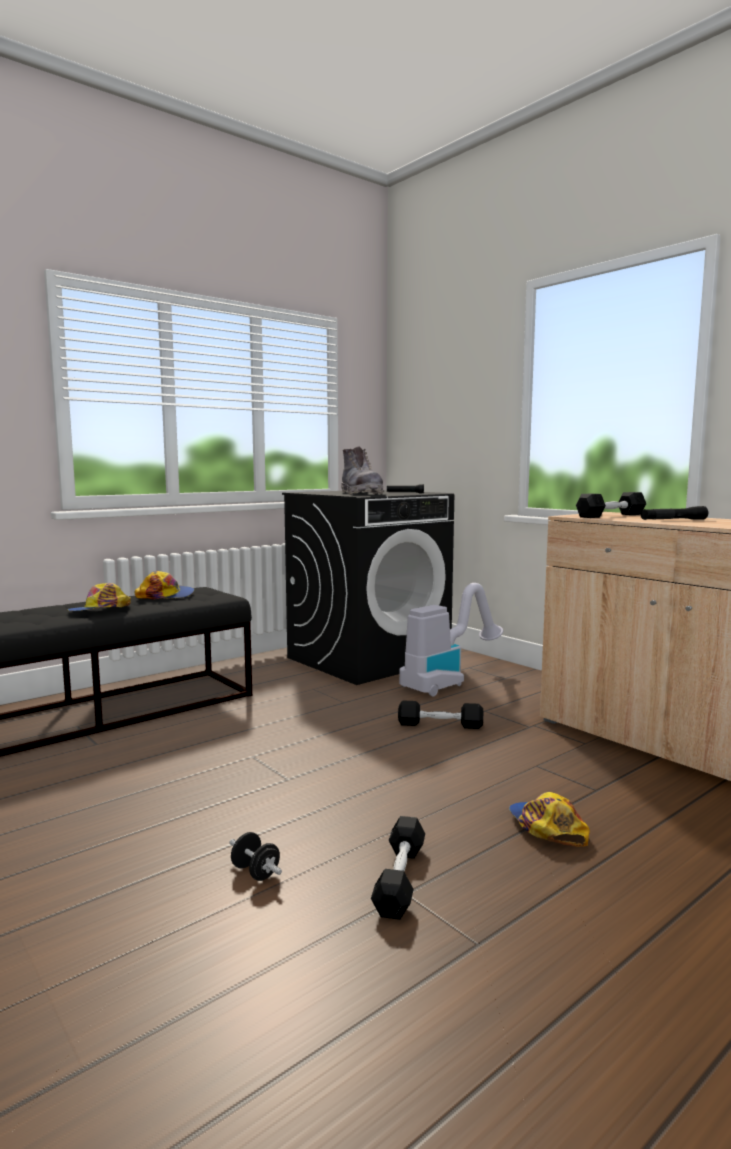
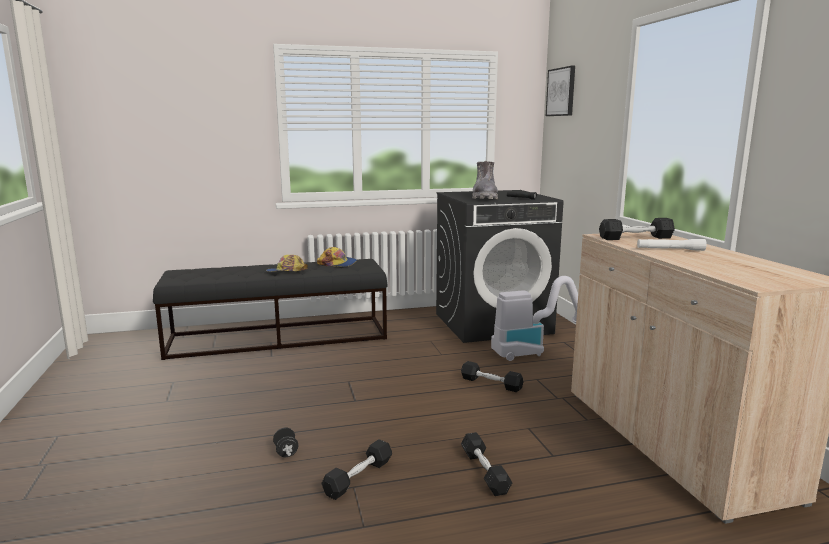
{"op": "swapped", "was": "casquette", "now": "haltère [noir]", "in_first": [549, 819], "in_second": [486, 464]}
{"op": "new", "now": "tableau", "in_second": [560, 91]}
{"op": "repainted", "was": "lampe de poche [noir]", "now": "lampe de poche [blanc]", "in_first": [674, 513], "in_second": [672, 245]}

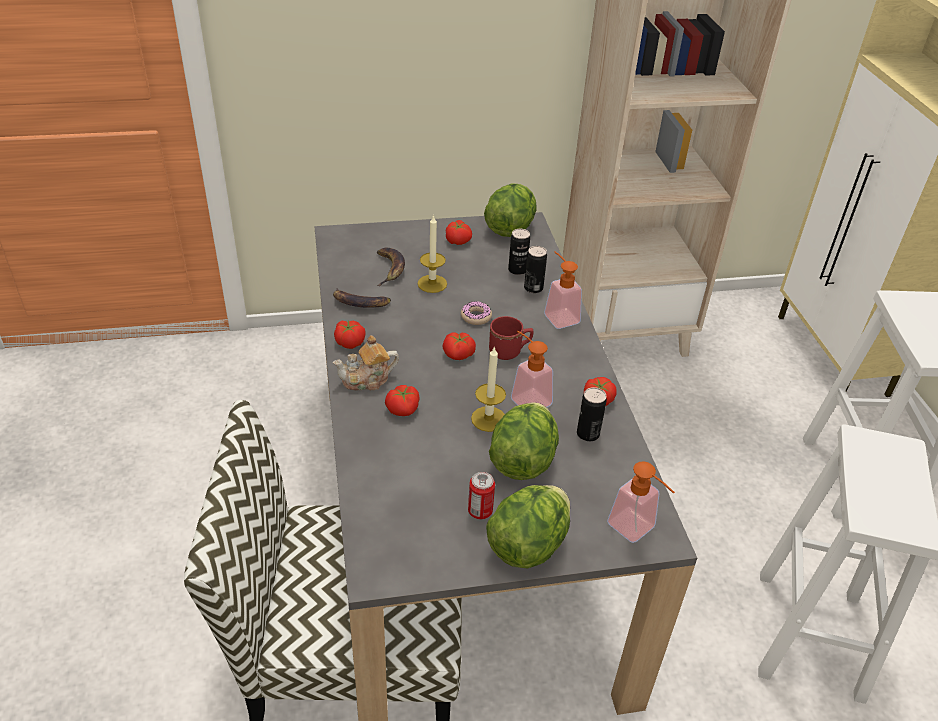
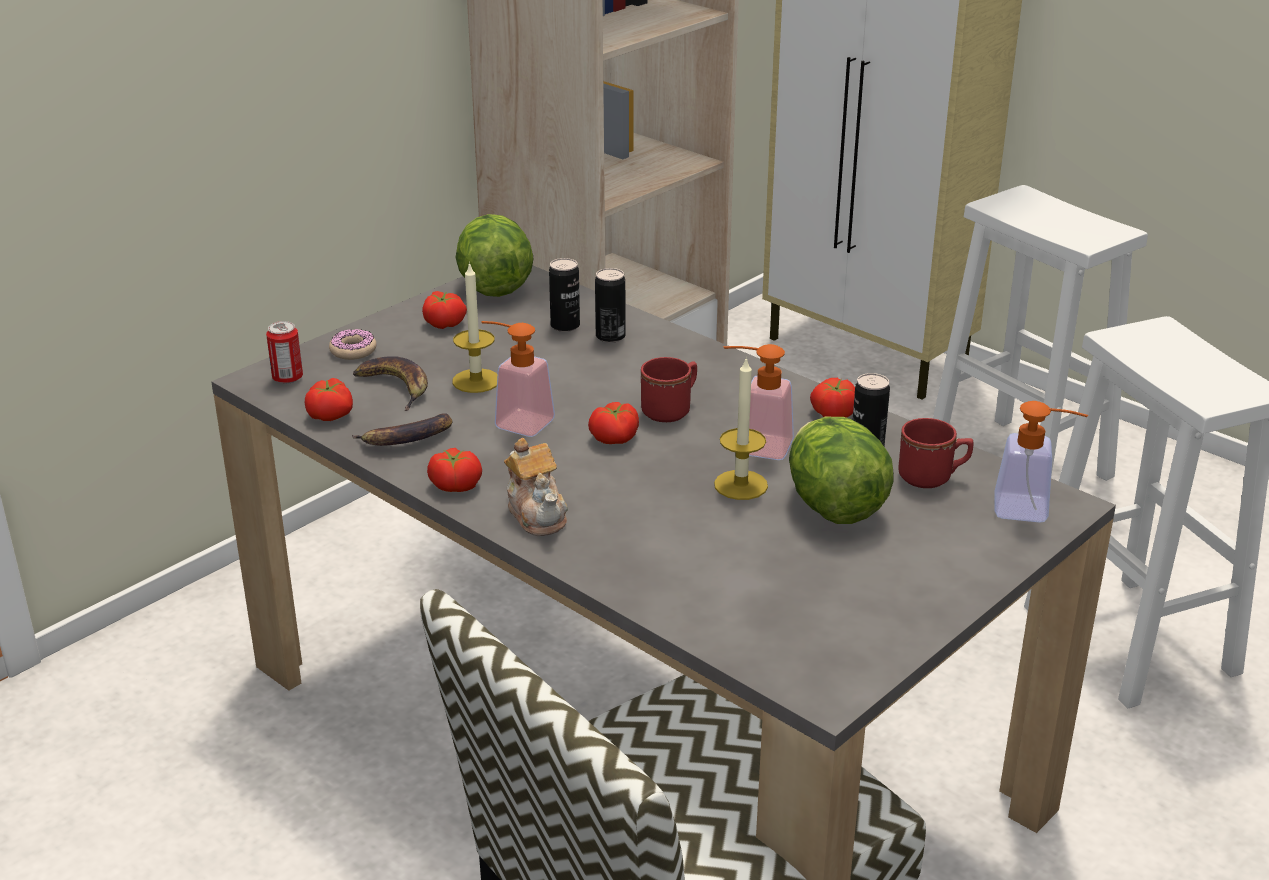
{"op": "shifted", "was": "boîte métallique", "in_first": [481, 495], "in_second": [284, 352]}
{"op": "shifted", "was": "tomate", "in_first": [402, 400], "in_second": [329, 399]}
{"op": "shifted", "was": "beignet", "in_first": [476, 313], "in_second": [353, 344]}
{"op": "shifted", "was": "distributeur de savon", "in_first": [563, 290], "in_second": [518, 379]}
{"op": "rotated", "was": "théière", "in_first": [366, 362], "in_second": [536, 487], "clockwise": -60}
{"op": "new", "now": "mug [rouge]", "in_second": [935, 453]}
{"op": "gone", "was": "laitue", "in_first": [528, 526]}

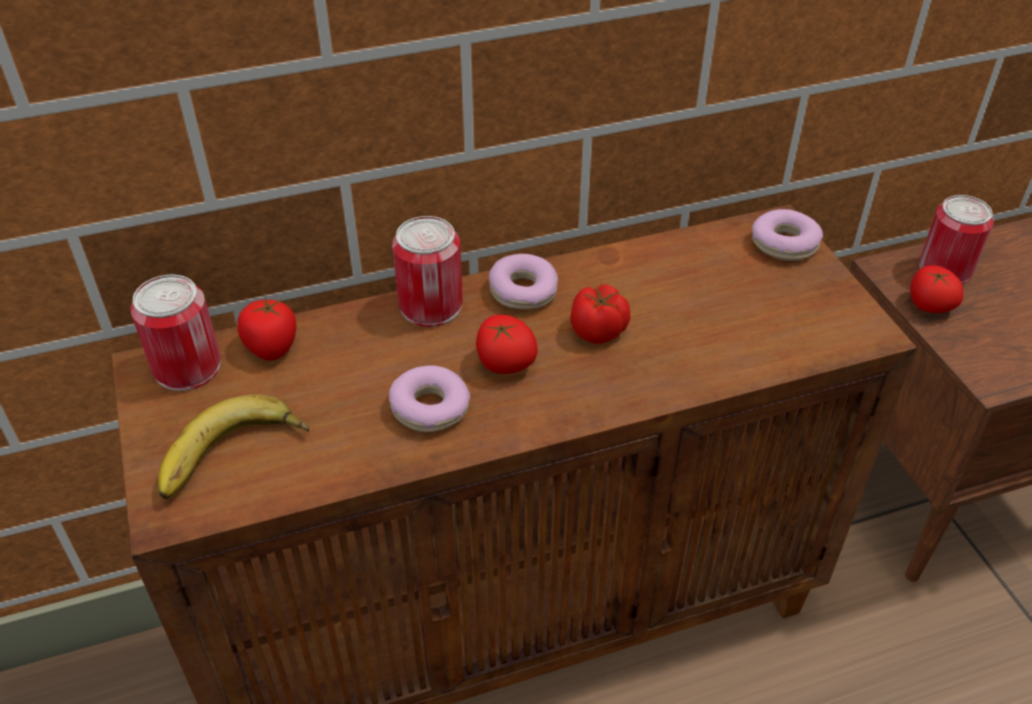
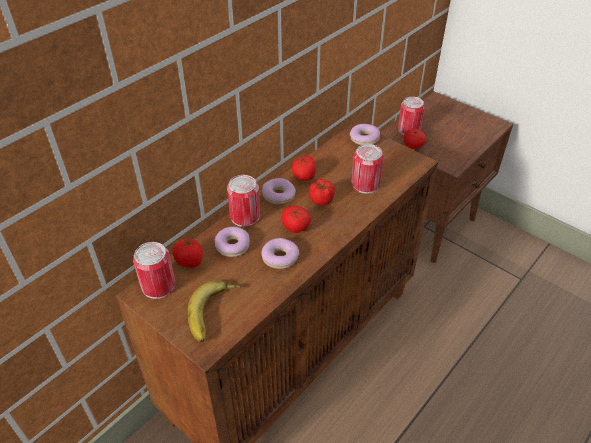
{"op": "new", "now": "beignet", "in_second": [232, 242]}
{"op": "new", "now": "tomate", "in_second": [304, 168]}
{"op": "new", "now": "boîte métallique", "in_second": [368, 169]}

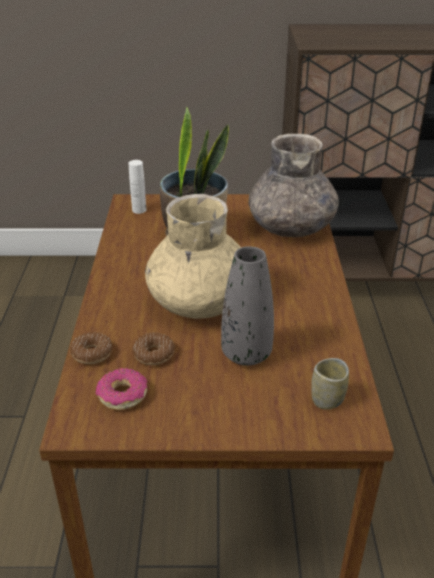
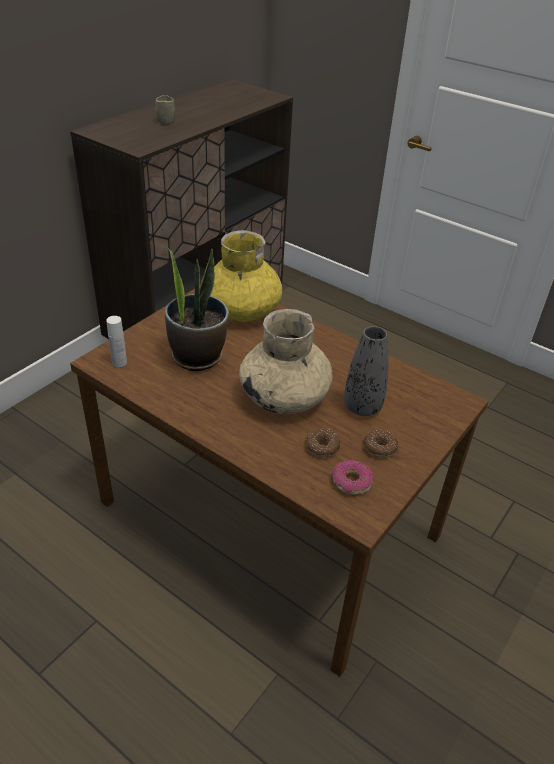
{"op": "shifted", "was": "tasse", "in_first": [330, 384], "in_second": [165, 110]}
{"op": "repainted", "was": "vase [gris]", "now": "vase [jaune]", "in_first": [294, 185], "in_second": [246, 276]}
{"op": "shifted", "was": "beignet", "in_first": [91, 348], "in_second": [381, 444]}

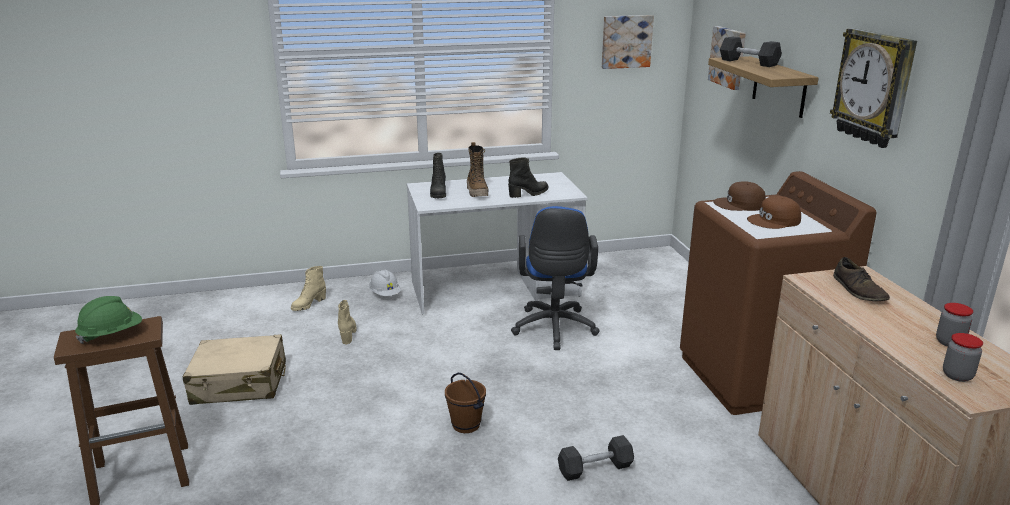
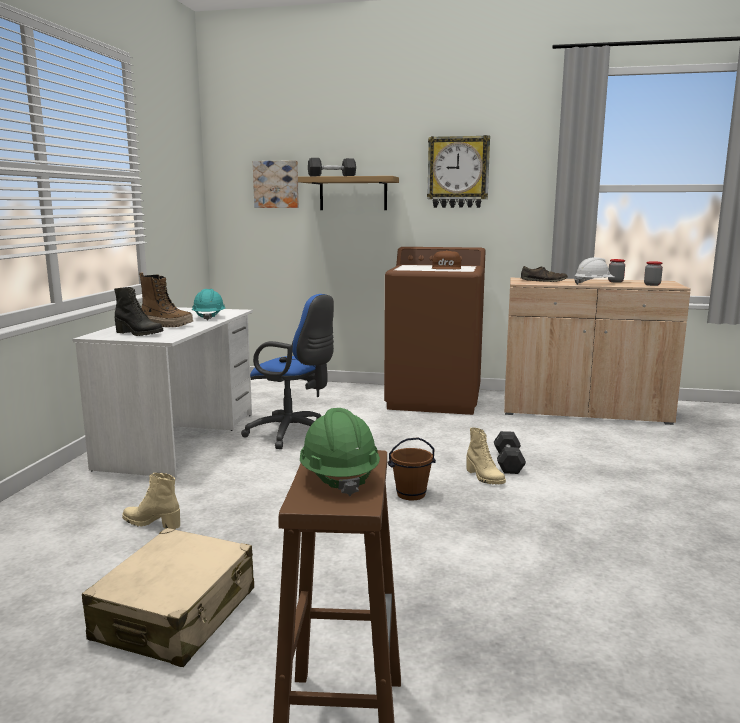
{"op": "swapped", "was": "botte [noir]", "now": "casque de chantier [turquoise]", "in_first": [528, 177], "in_second": [208, 305]}
{"op": "shifted", "was": "botte [beige]", "in_first": [308, 288], "in_second": [486, 456]}
{"op": "shifted", "was": "casque de chantier [blanc]", "in_first": [385, 282], "in_second": [594, 271]}
{"op": "gone", "was": "tableau", "in_first": [628, 42]}
{"op": "gone", "was": "casquette [marron]", "in_first": [739, 196]}

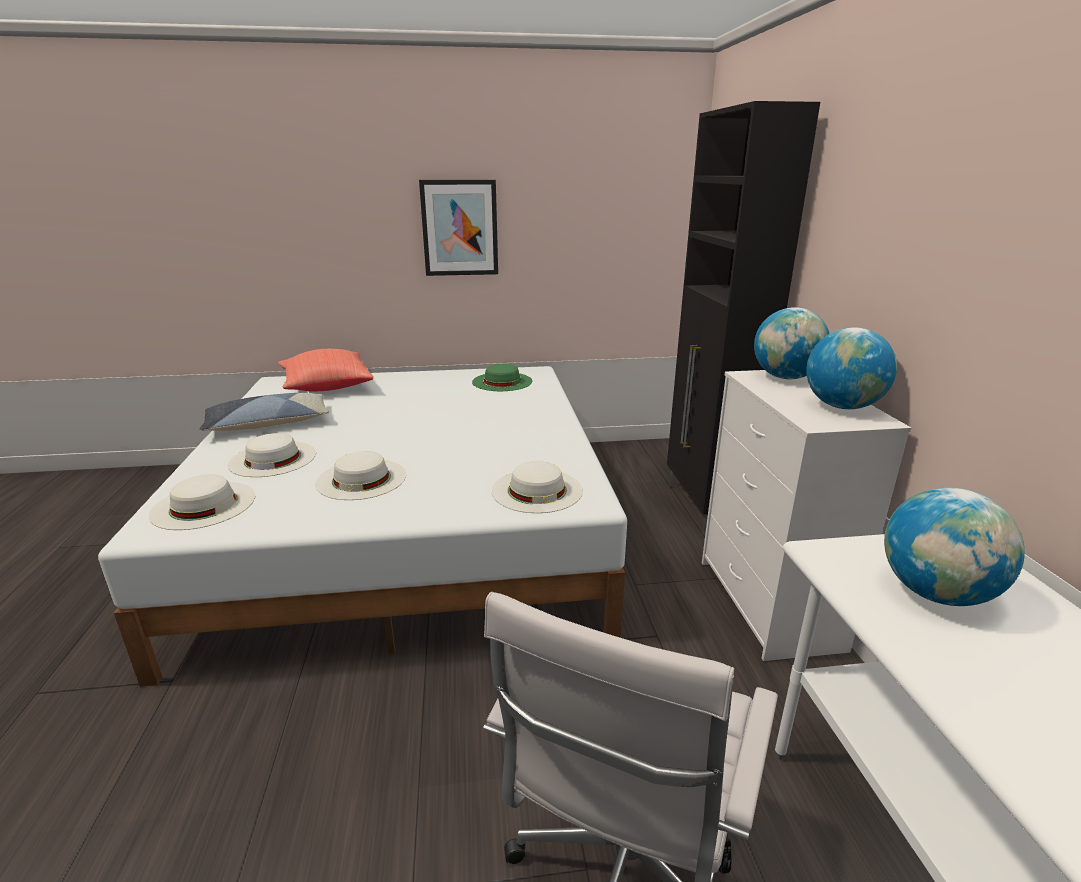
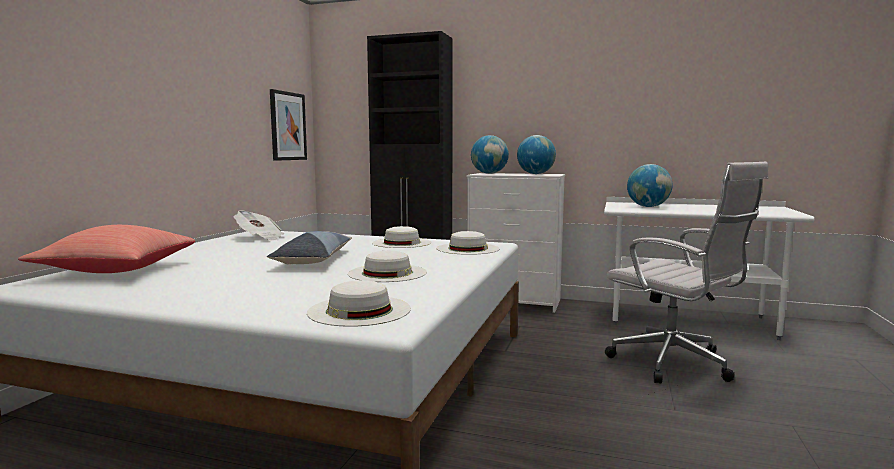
{"op": "swapped", "was": "chapeau [vert]", "now": "journal", "in_first": [502, 377], "in_second": [259, 225]}
{"op": "shifted", "was": "coussin", "in_first": [264, 412], "in_second": [309, 248]}
{"op": "shifted", "was": "tableau", "in_first": [458, 228], "in_second": [288, 125]}
{"op": "shifted", "was": "chapeau [blanc]", "in_first": [272, 455], "in_second": [402, 237]}

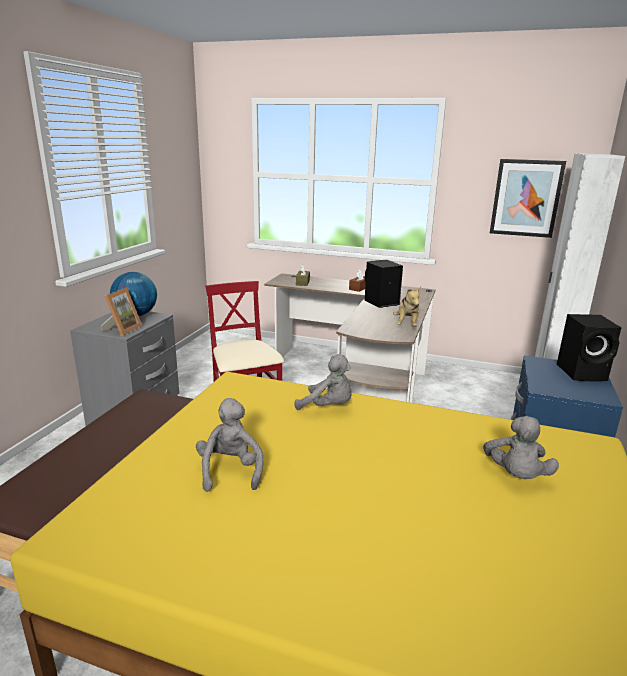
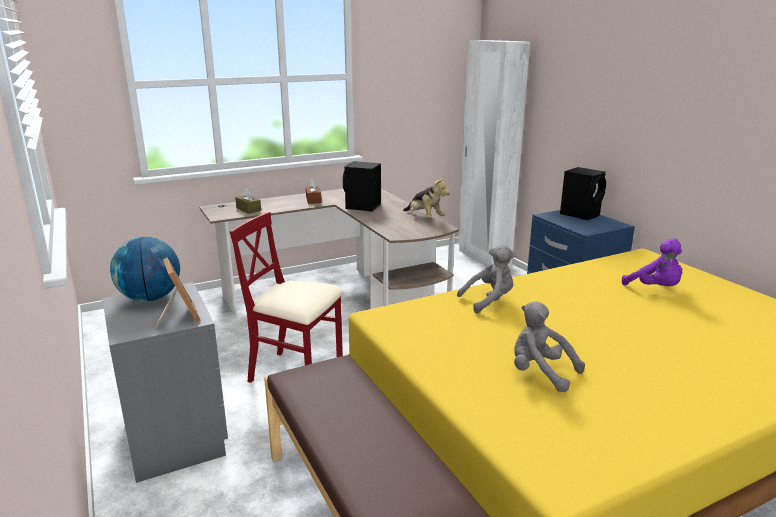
{"op": "repainted", "was": "peluche [gris]", "now": "peluche [violet]", "in_first": [521, 447], "in_second": [652, 262]}
{"op": "gone", "was": "tableau", "in_first": [528, 198]}

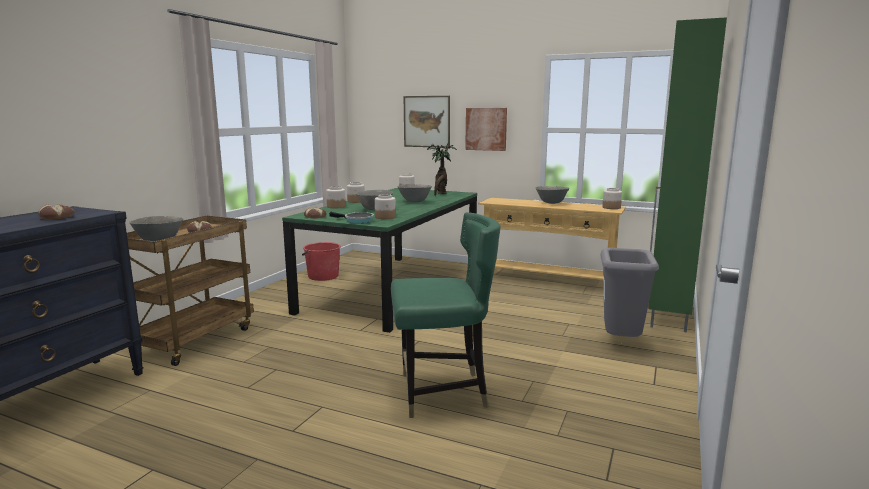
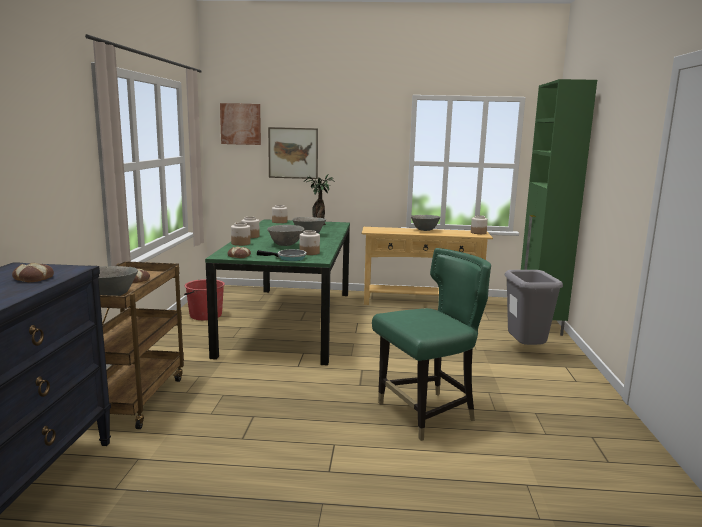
{"op": "shifted", "was": "tableau", "in_first": [486, 129], "in_second": [240, 124]}

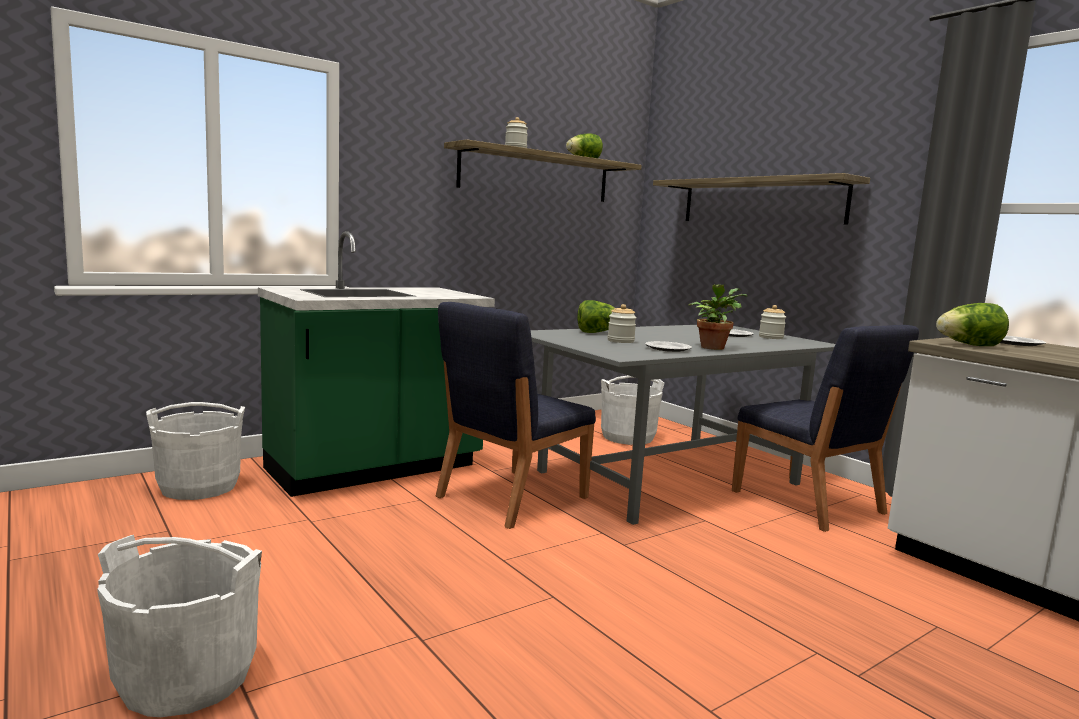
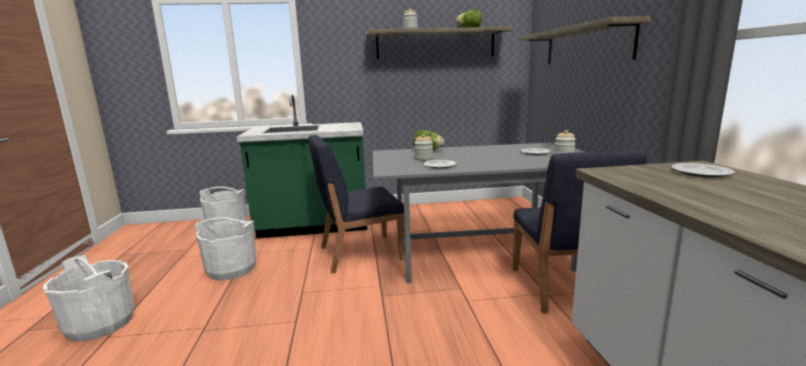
{"op": "shifted", "was": "seau [blanc]", "in_first": [633, 410], "in_second": [225, 249]}
{"op": "gone", "was": "plante en pot", "in_first": [717, 317]}
{"op": "gone", "was": "laitue", "in_first": [972, 324]}

